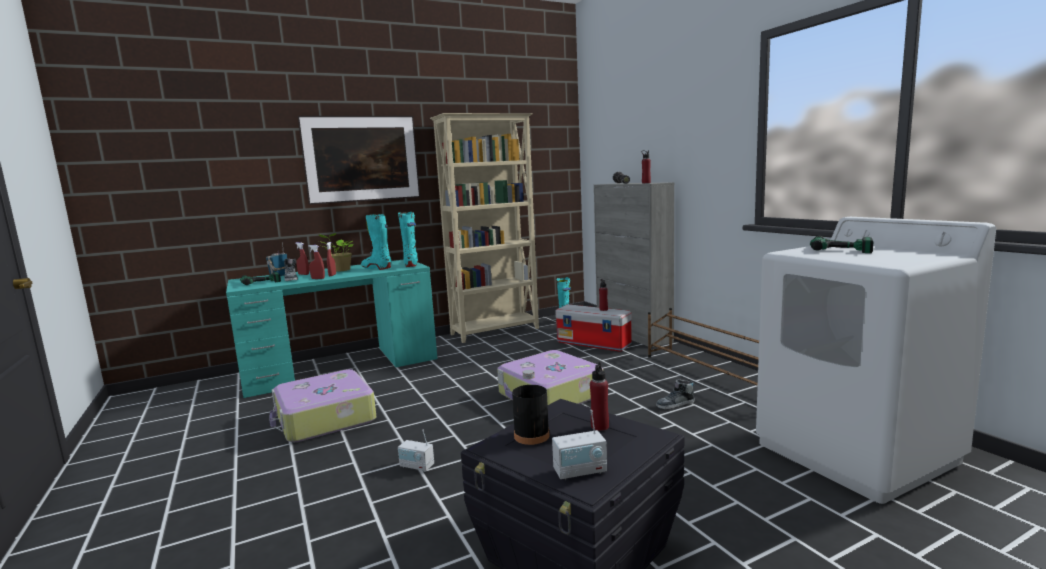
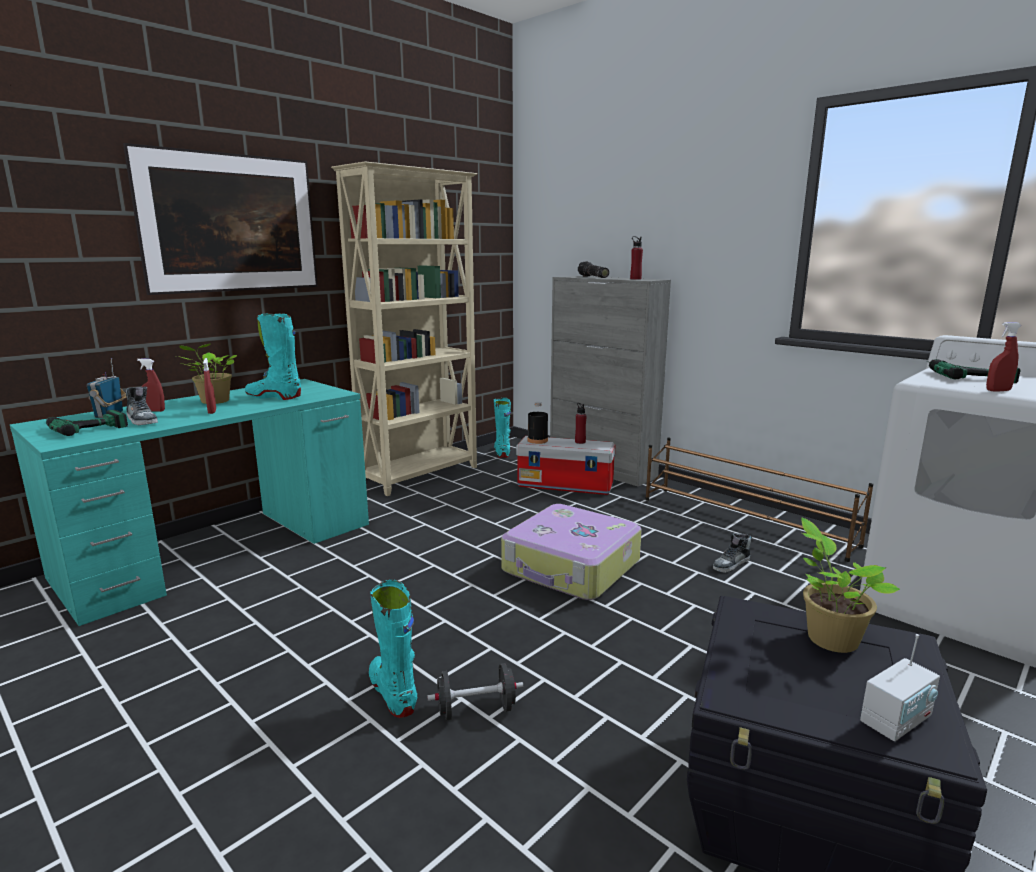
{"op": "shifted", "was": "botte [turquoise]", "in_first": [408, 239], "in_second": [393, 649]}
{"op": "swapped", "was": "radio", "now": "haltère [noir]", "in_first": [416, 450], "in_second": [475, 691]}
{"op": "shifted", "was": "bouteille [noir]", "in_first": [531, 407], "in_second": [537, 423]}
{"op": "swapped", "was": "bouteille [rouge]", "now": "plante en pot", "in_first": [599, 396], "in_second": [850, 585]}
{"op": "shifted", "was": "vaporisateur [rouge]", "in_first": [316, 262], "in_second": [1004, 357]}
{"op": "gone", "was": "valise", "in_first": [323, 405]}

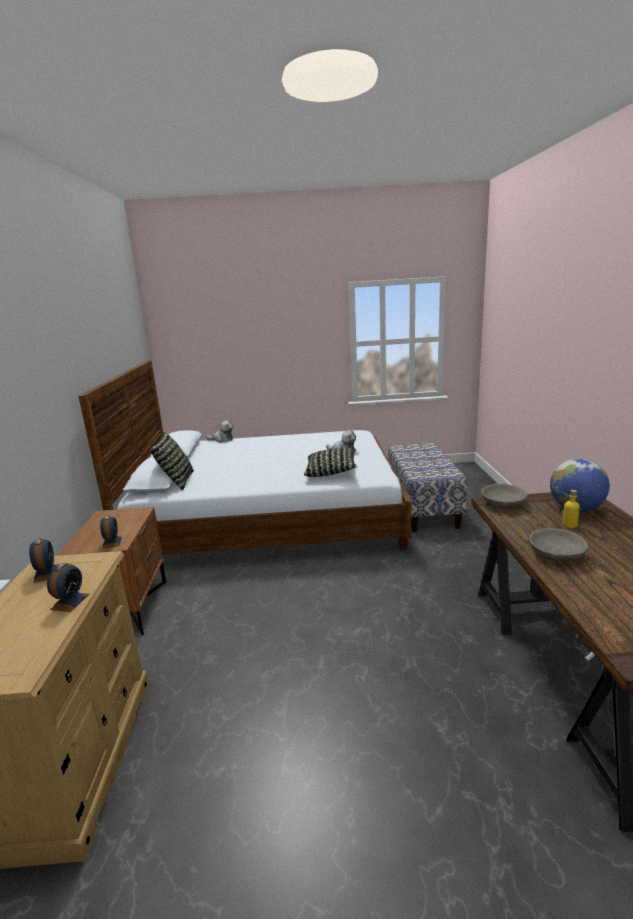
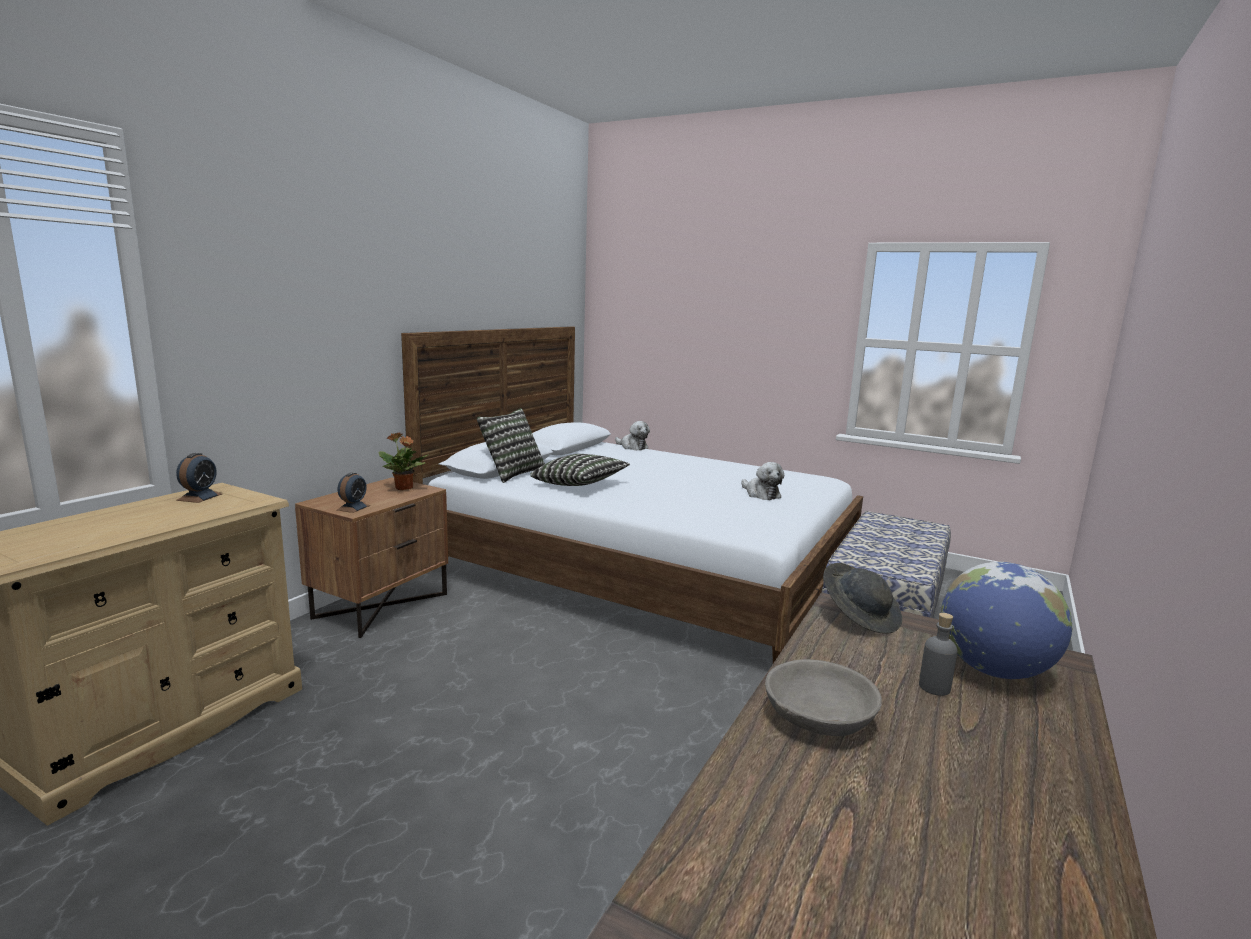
{"op": "new", "now": "plante en pot", "in_second": [403, 461]}
{"op": "shifted", "was": "coussin", "in_first": [330, 462], "in_second": [580, 470]}
{"op": "swapped", "was": "bol [gris]", "now": "chapeau [gris]", "in_first": [504, 496], "in_second": [862, 598]}
{"op": "repainted", "was": "bouteille [jaune]", "now": "bouteille [gris]", "in_first": [571, 509], "in_second": [938, 654]}
{"op": "gone", "was": "réveil", "in_first": [68, 587]}

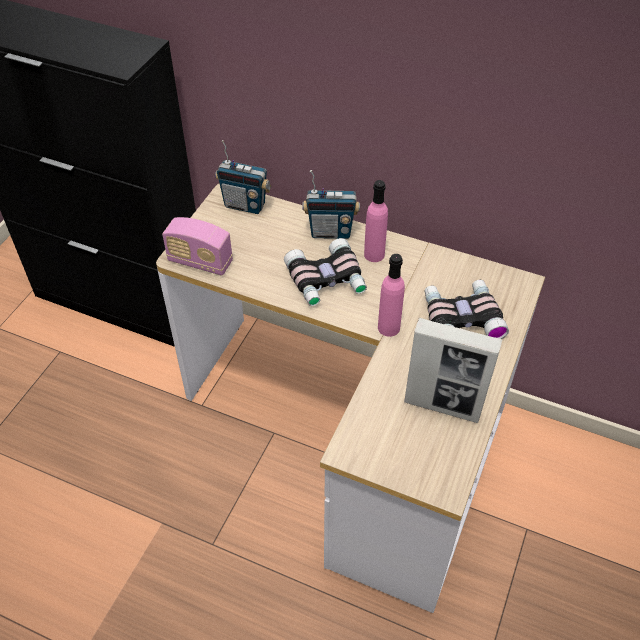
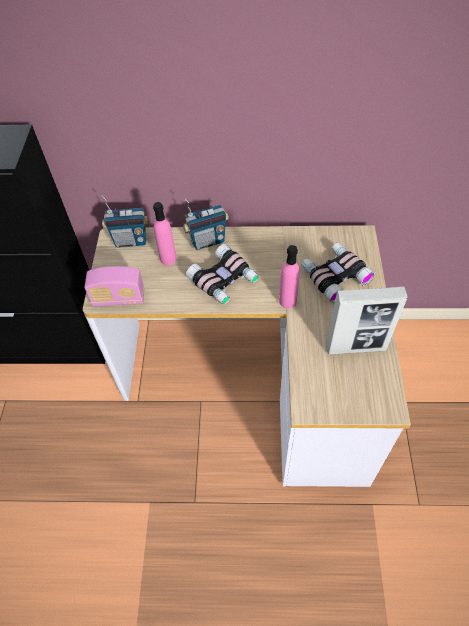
{"op": "shifted", "was": "bouteille [rose]", "in_first": [376, 221], "in_second": [165, 234]}

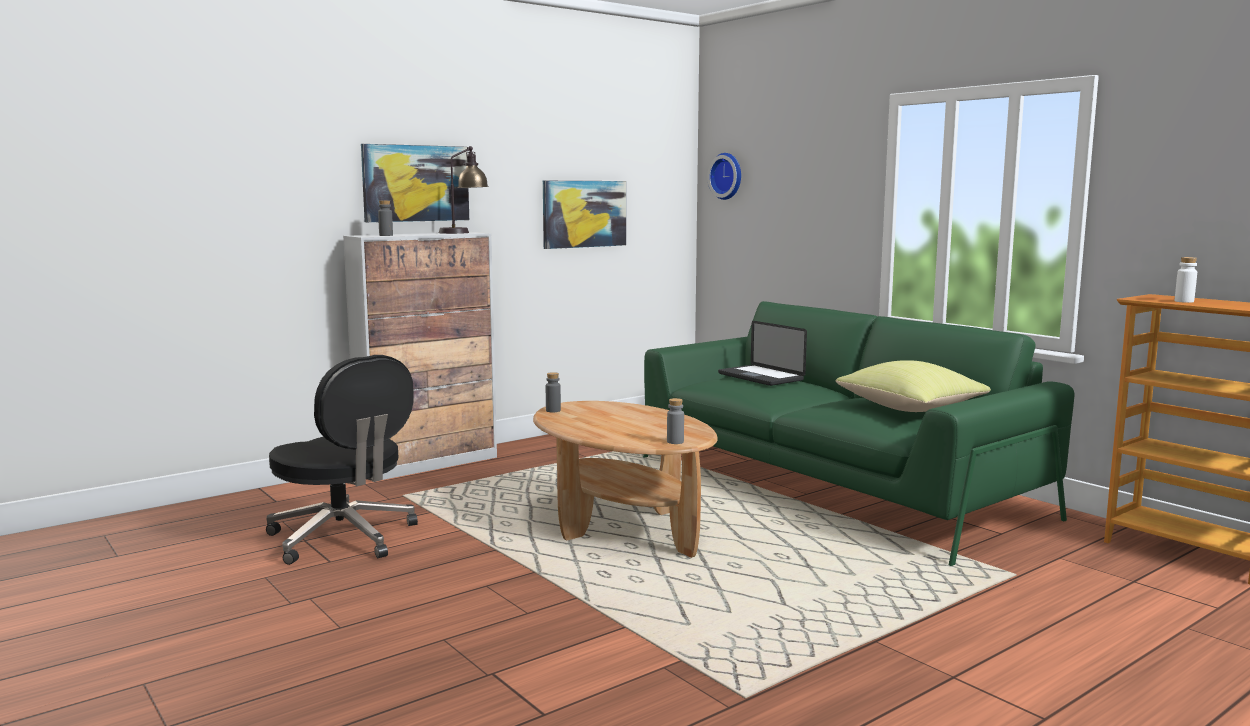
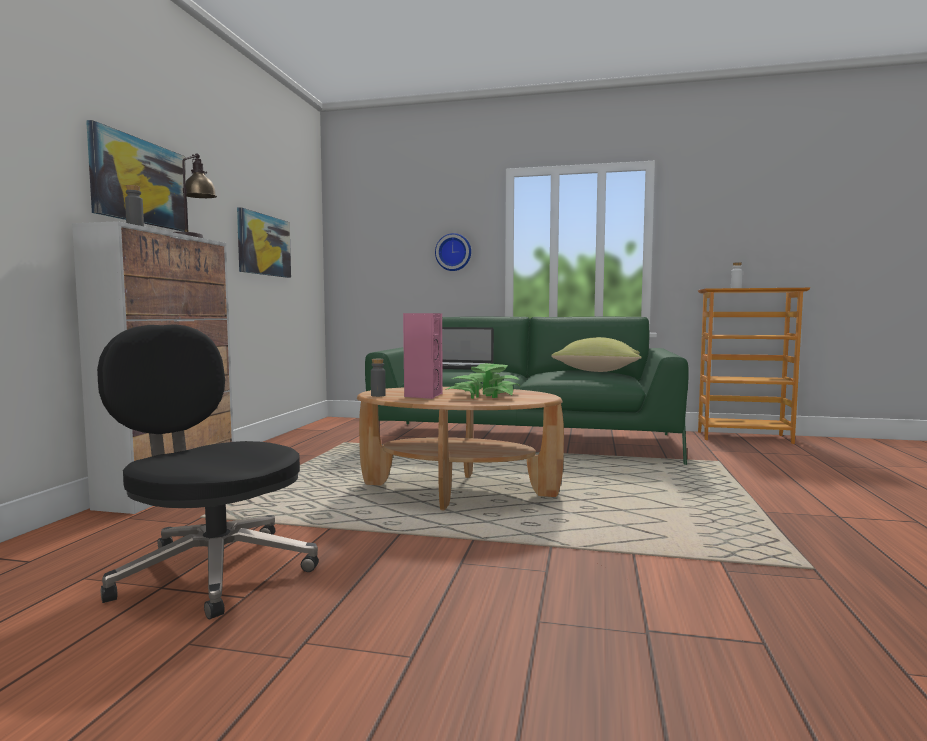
{"op": "rotated", "was": "chaise de bureau [noir]", "in_first": [342, 460], "in_second": [208, 472], "clockwise": -150}
{"op": "new", "now": "enceinte [rose]", "in_second": [422, 356]}
{"op": "shifted", "was": "horloge murale", "in_first": [724, 176], "in_second": [453, 252]}
{"op": "new", "now": "plante en pot", "in_second": [483, 381]}
{"op": "gone", "was": "bouteille [gris]", "in_first": [675, 421]}

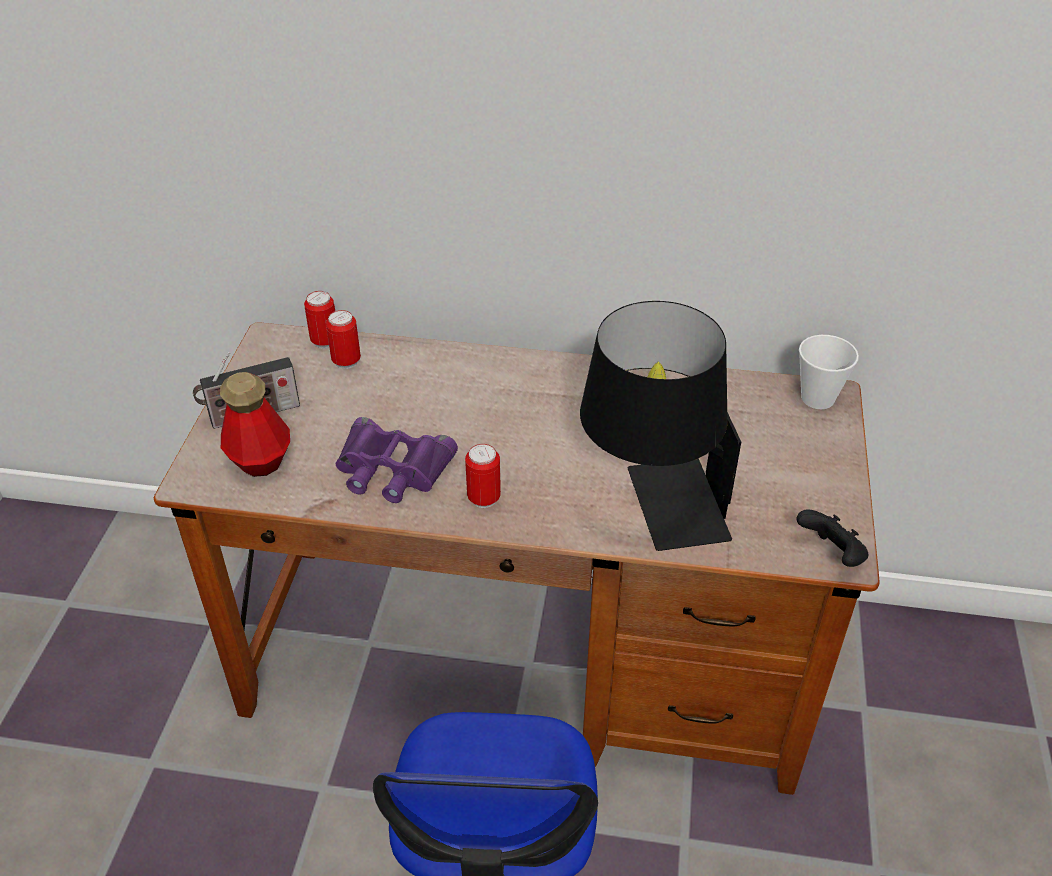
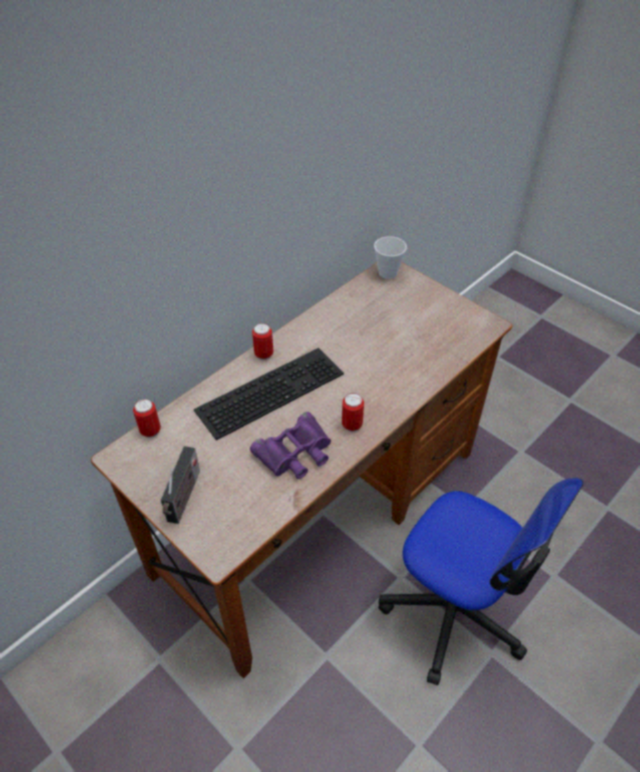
{"op": "new", "now": "clavier", "in_second": [269, 394]}
{"op": "shifted", "was": "boîte métallique", "in_first": [343, 339], "in_second": [262, 341]}
{"op": "gone", "was": "bouteille", "in_first": [255, 424]}
{"op": "gone", "was": "lampe de table [noir]", "in_first": [660, 426]}
{"op": "gone", "was": "manette [noir]", "in_first": [832, 538]}

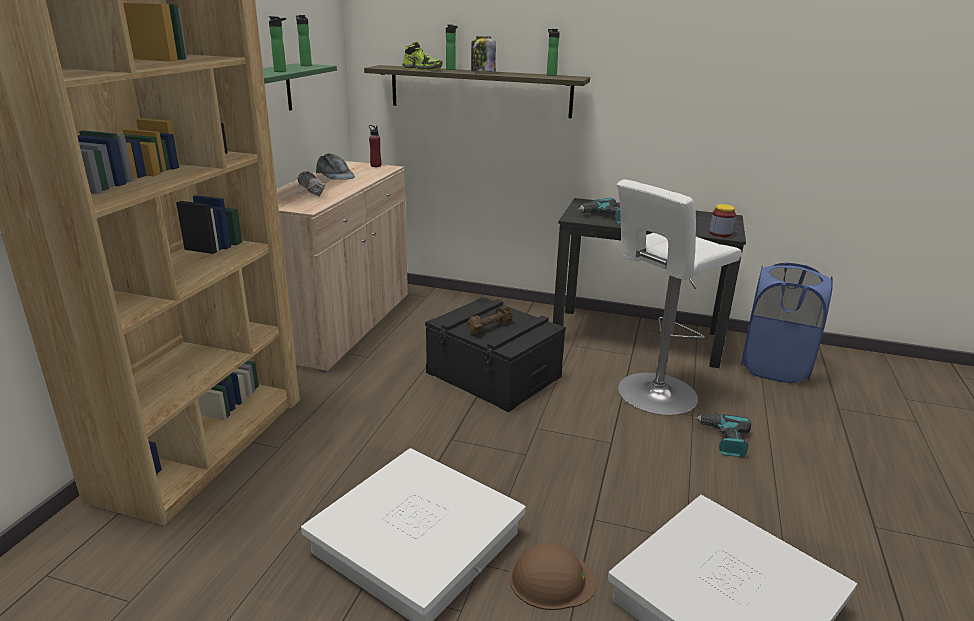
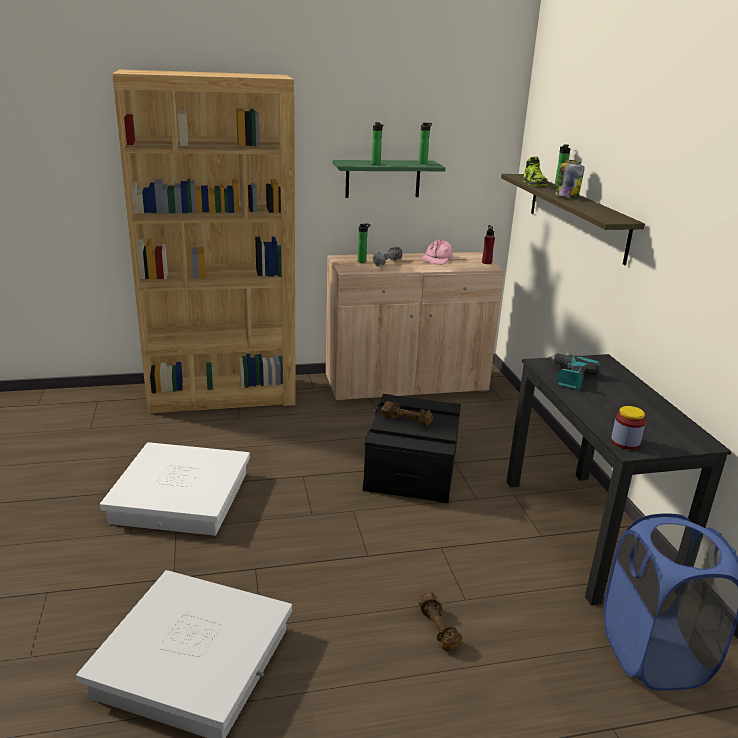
{"op": "shifted", "was": "bouteille", "in_first": [553, 52], "in_second": [364, 243]}
{"op": "swapped", "was": "perceuse", "now": "haltère [marron]", "in_first": [722, 436], "in_second": [439, 622]}
{"op": "repainted", "was": "casquette [gris]", "now": "casquette [rose]", "in_first": [335, 166], "in_second": [437, 252]}
{"op": "gone", "was": "casque de chantier [marron]", "in_first": [553, 576]}
{"op": "gone", "was": "tabouret [blanc]", "in_first": [679, 297]}

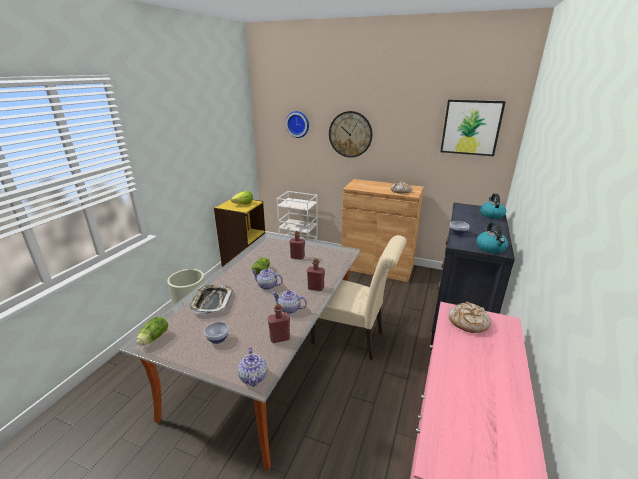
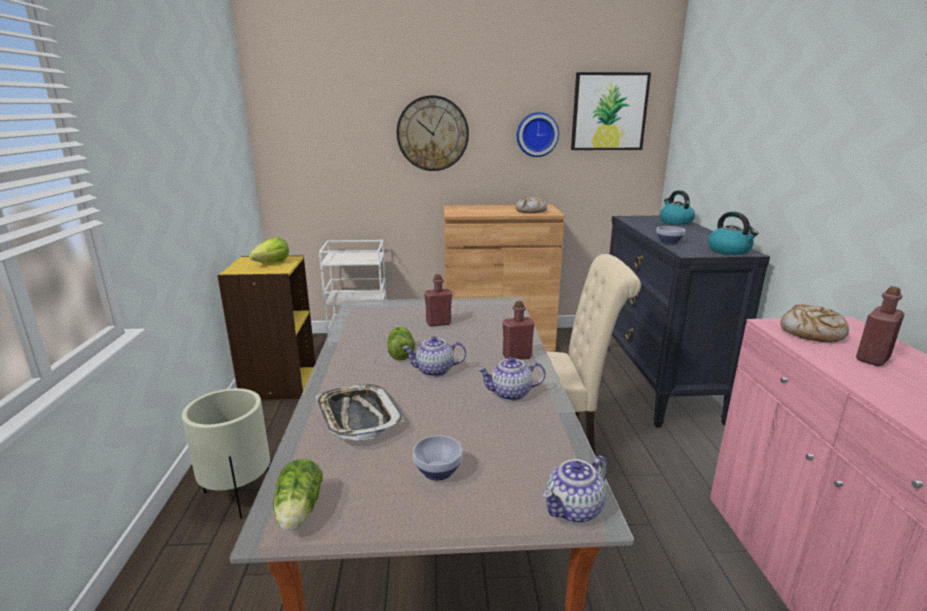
{"op": "shifted", "was": "horloge murale", "in_first": [297, 124], "in_second": [538, 134]}
{"op": "rotated", "was": "théière", "in_first": [252, 367], "in_second": [575, 489], "clockwise": 90}
{"op": "shifted", "was": "bouteille [rouge]", "in_first": [278, 323], "in_second": [880, 326]}

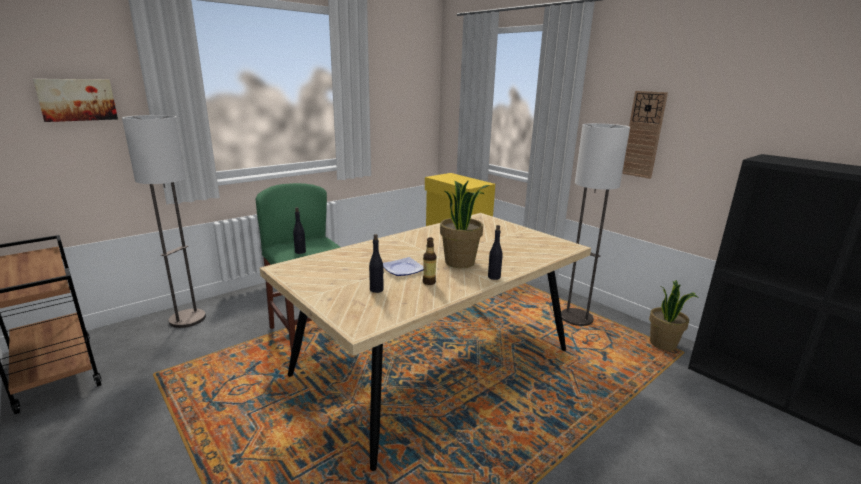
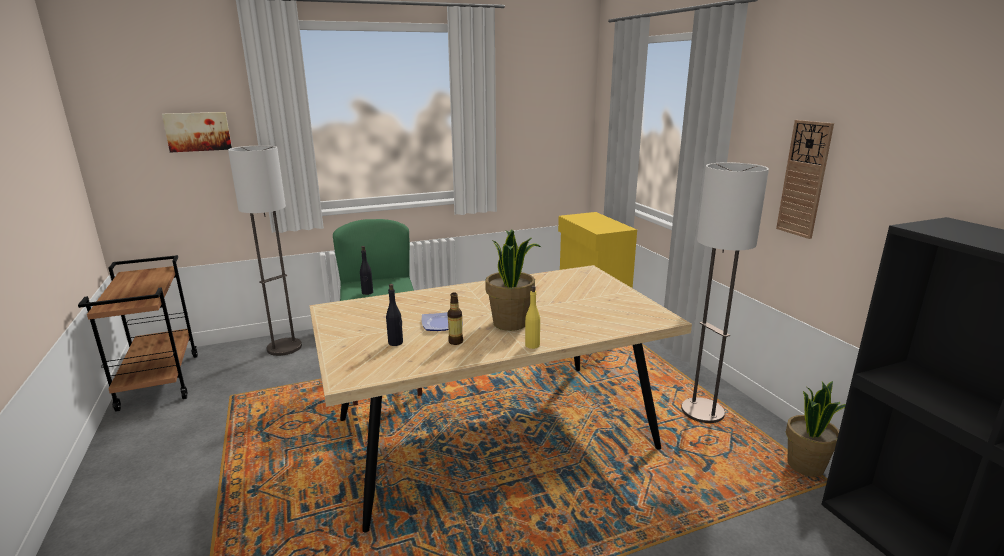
{"op": "repainted", "was": "bouteille [noir]", "now": "bouteille [jaune]", "in_first": [495, 252], "in_second": [532, 317]}

